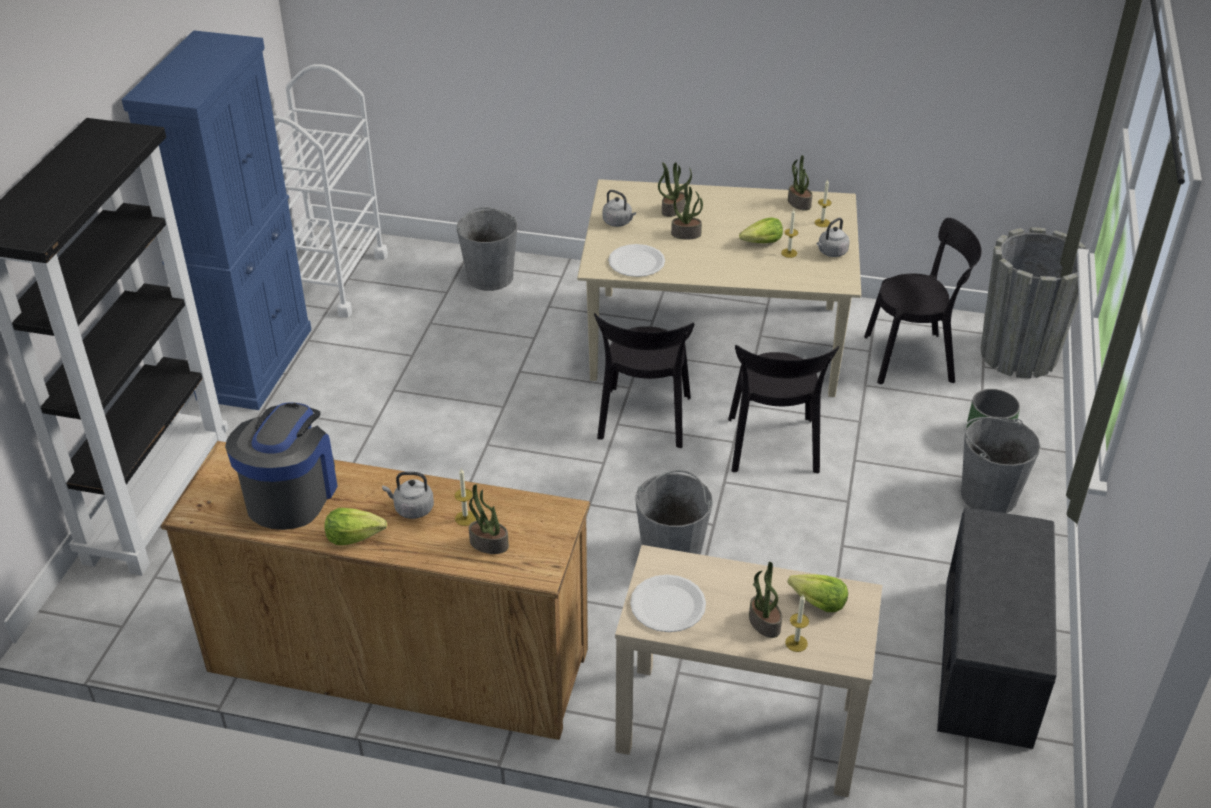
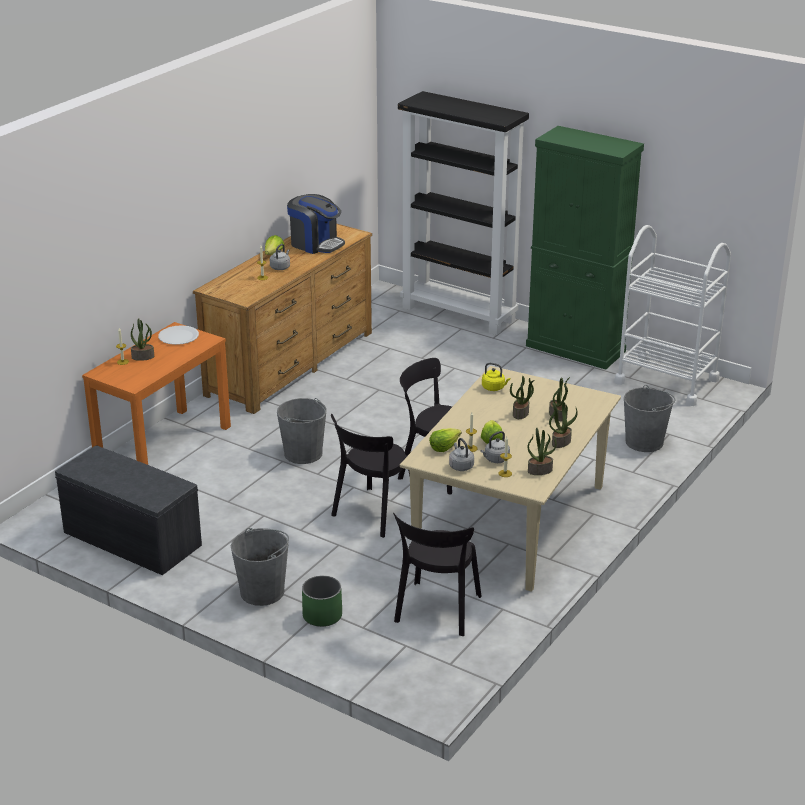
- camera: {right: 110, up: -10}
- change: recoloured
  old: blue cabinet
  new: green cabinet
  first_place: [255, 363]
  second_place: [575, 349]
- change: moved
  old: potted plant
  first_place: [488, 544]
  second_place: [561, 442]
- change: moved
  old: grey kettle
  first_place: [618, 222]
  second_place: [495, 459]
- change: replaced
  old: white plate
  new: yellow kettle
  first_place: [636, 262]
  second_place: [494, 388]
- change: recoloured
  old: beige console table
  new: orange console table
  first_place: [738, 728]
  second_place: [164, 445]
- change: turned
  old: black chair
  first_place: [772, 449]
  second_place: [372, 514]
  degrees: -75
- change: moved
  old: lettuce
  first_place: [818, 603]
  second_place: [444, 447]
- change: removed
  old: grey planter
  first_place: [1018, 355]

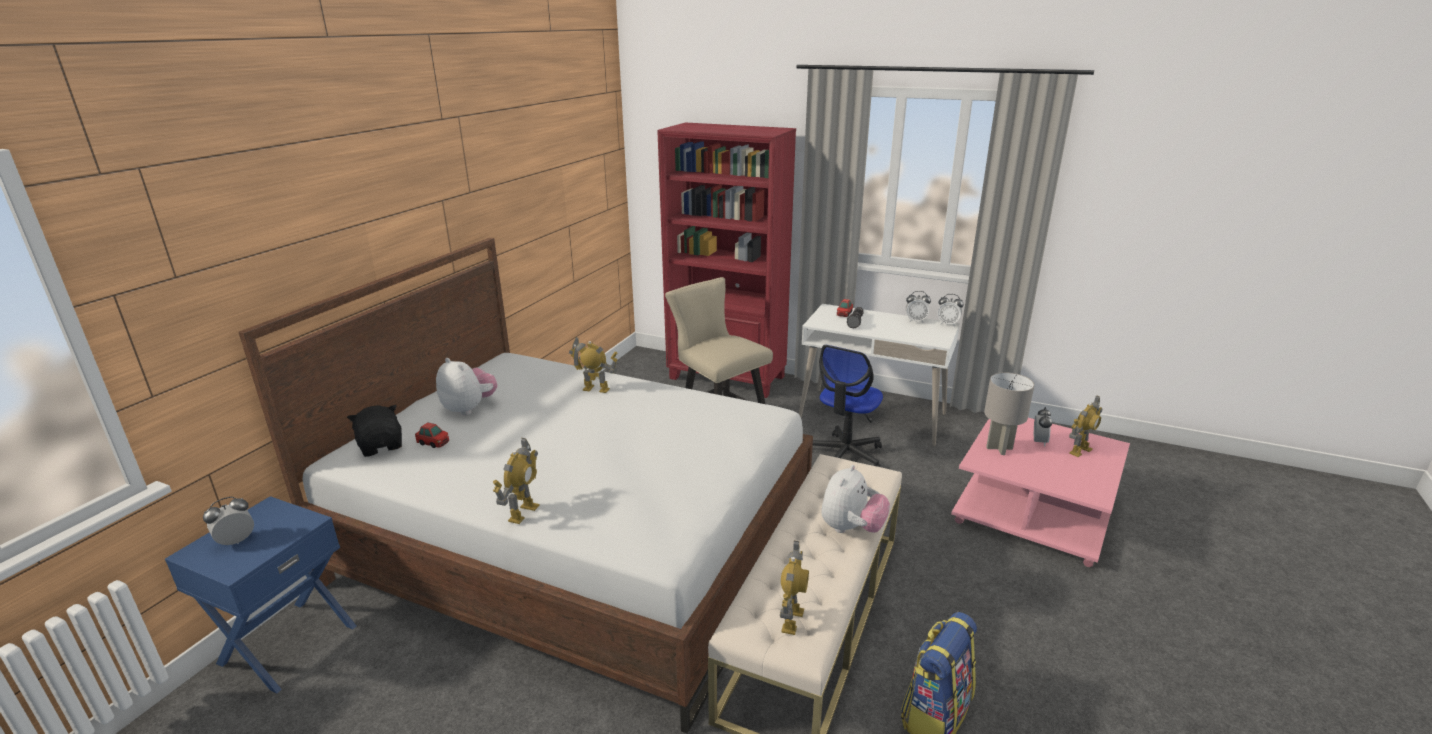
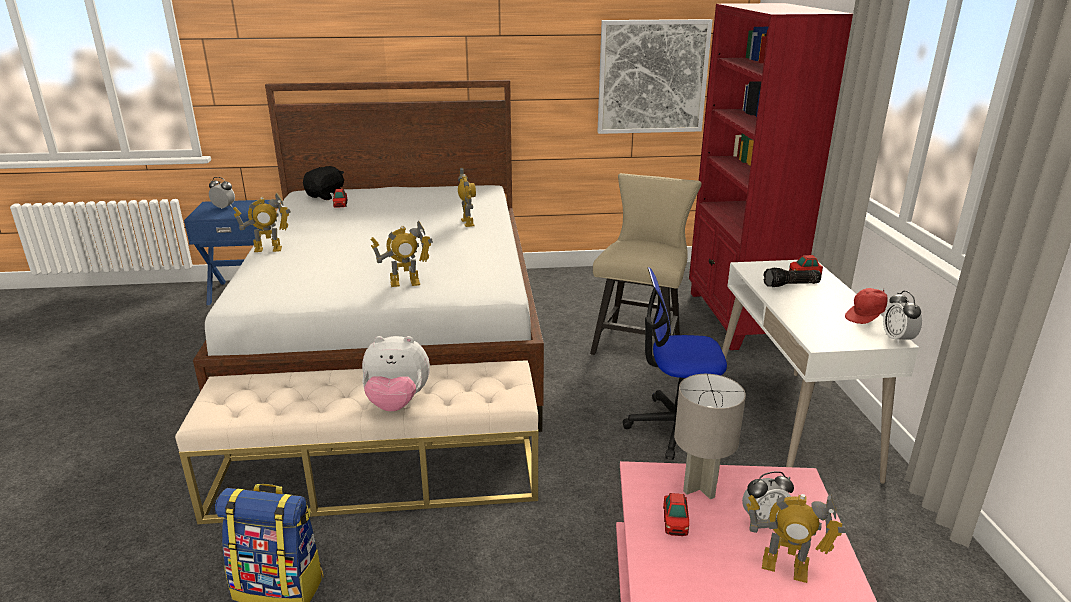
- camera: {right: 60, up: 0}
- change: removed
  old: plush toy
  first_place: [469, 408]
- change: moved
  old: toy robot
  first_place: [791, 620]
  second_place: [405, 283]
- change: replaced
  old: alarm clock
  new: red cap
  first_place: [916, 321]
  second_place: [866, 317]
- change: added
  new: picture
  second_place: [652, 77]
- change: added
  new: toy car
  second_place: [675, 523]

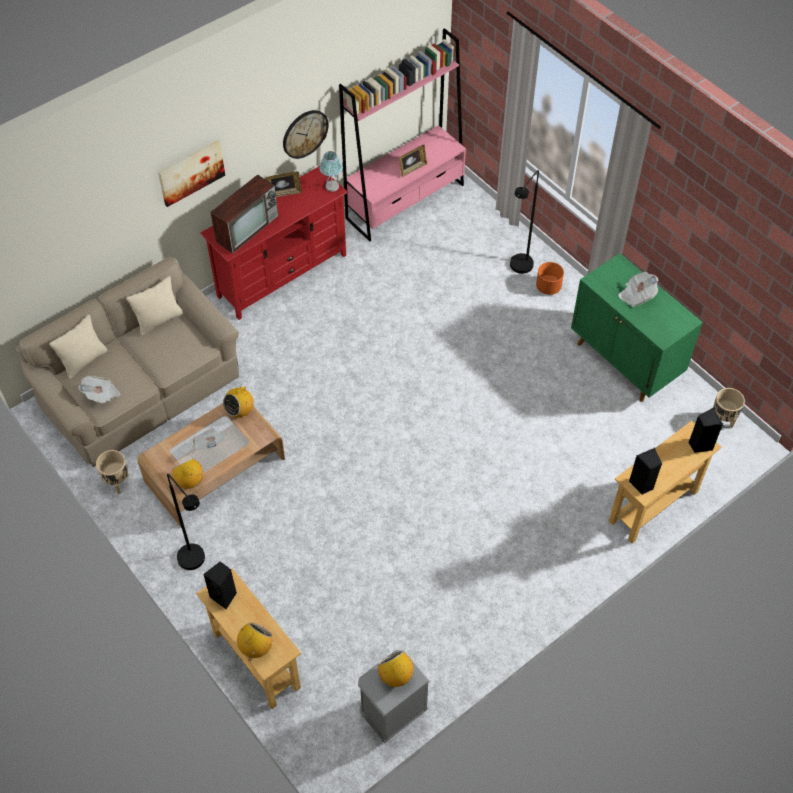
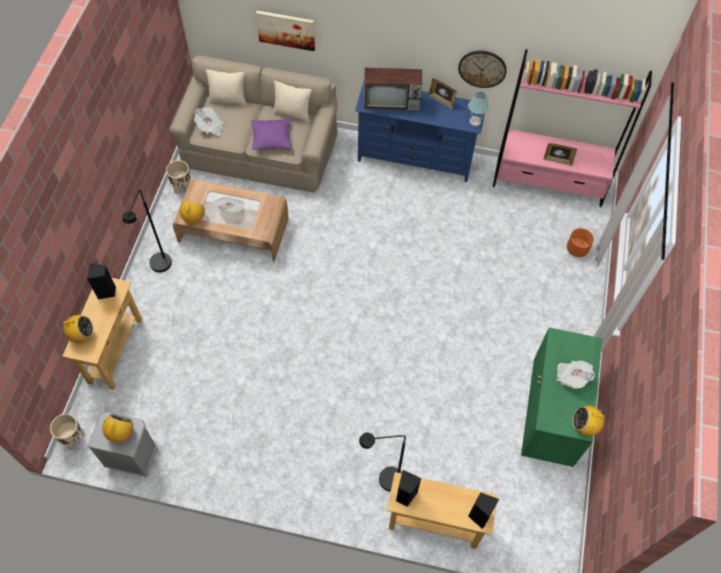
- camera: {right: 50, up: 5}
- change: moved
  old: picture
  first_place: [191, 172]
  second_place: [286, 29]
- change: recoloured
  old: red tv stand
  new: blue tv stand
  first_place: [282, 275]
  second_place: [415, 158]
- change: moved
  old: radio
  first_place: [240, 411]
  second_place: [584, 426]
- change: moved
  old: black floor lamp
  first_place: [519, 269]
  second_place: [384, 481]
- change: moved
  old: orange planter
  first_place: [548, 287]
  second_place: [577, 249]
- change: moved
  old: beige planter
  first_place: [721, 421]
  second_place: [73, 438]
- change: added
  new: purple pillow
  second_place: [271, 138]

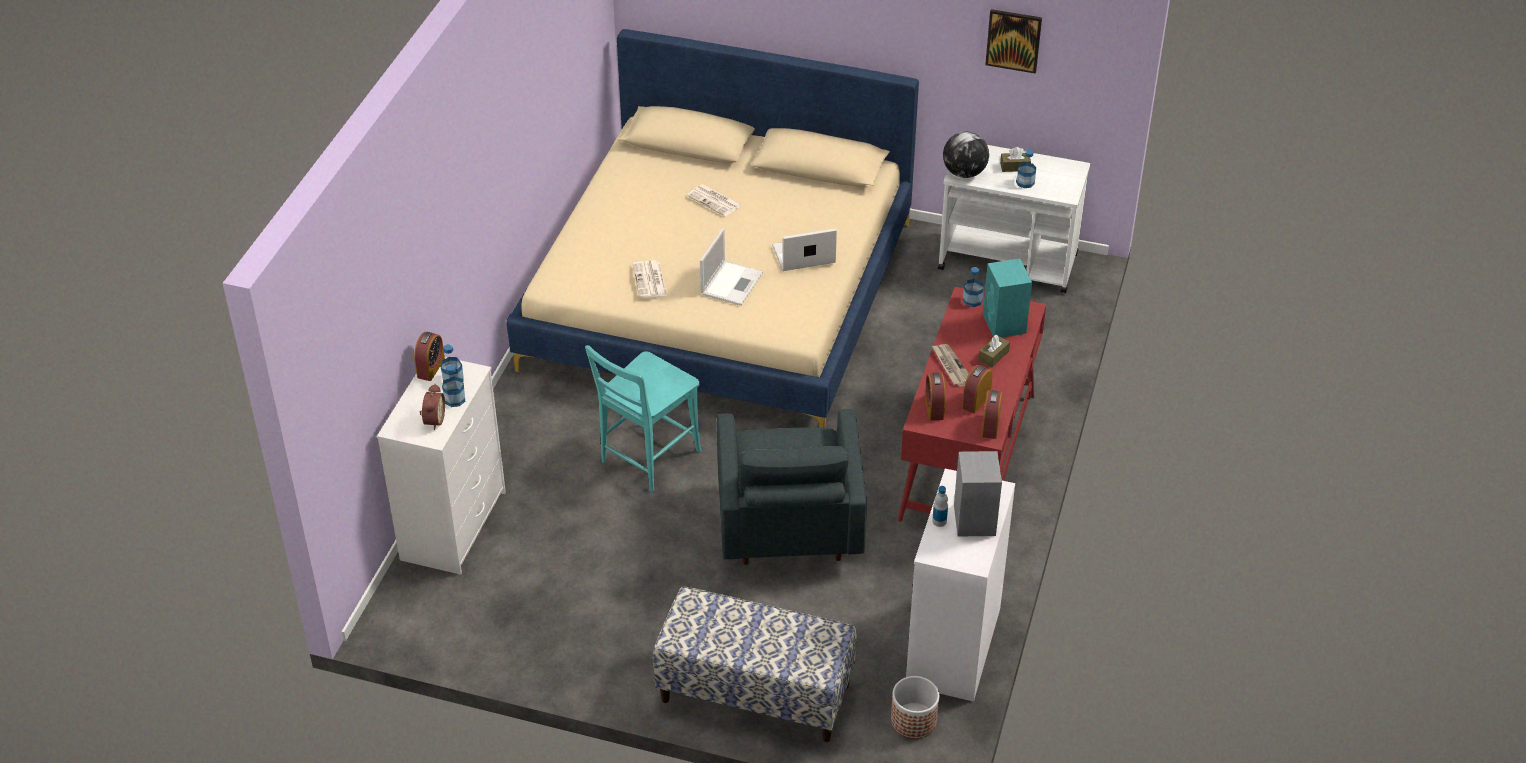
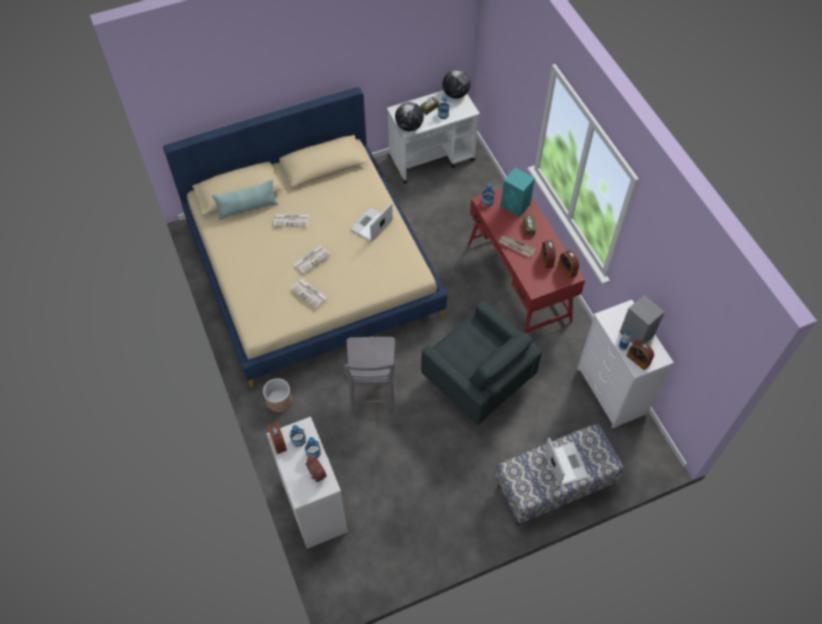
- camera: {right: -40, up: 15}
- change: recoloured
  old: turquoise chair
  new: grey chair
  first_place: [647, 459]
  second_place: [372, 391]
- change: moved
  old: laptop
  first_place: [732, 283]
  second_place: [565, 463]
- change: moved
  old: planter
  first_place: [913, 720]
  second_place: [279, 400]
- change: moved
  old: alarm clock
  first_place: [934, 408]
  second_place: [638, 360]
- change: removed
  old: picture
  first_place: [1013, 40]
- change: added
  new: pillow
  second_place: [247, 208]
- change: added
  new: newspaper
  second_place: [311, 259]
- change: added
  new: globe
  second_place: [455, 94]

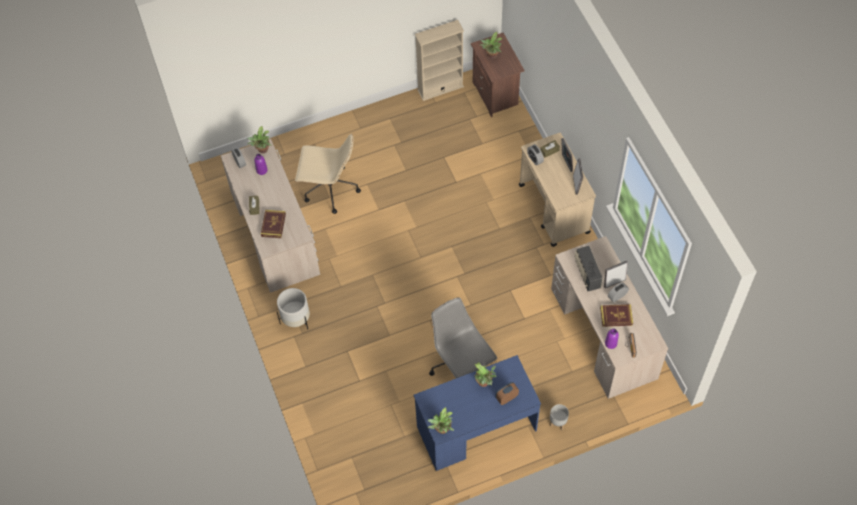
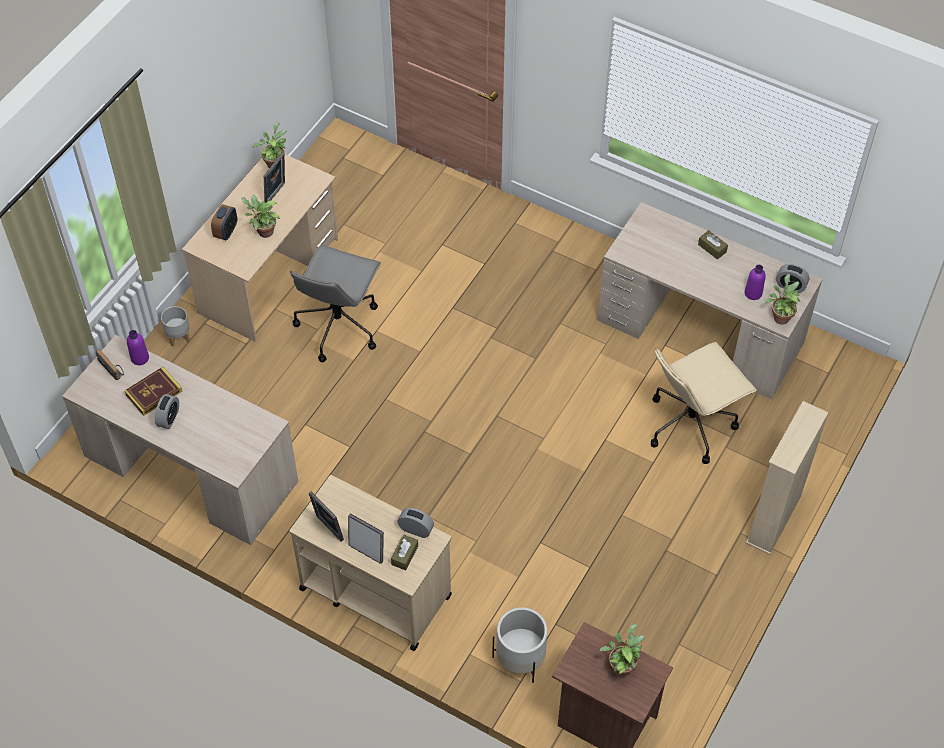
- camera: {right: 140, up: -5}
- change: removed
  old: book
  first_place: [273, 225]
- change: moved
  old: white planter
  first_place: [296, 319]
  second_place: [520, 659]
- change: recoloured
  old: blue desk
  new: beige desk
  first_place: [476, 429]
  second_place: [269, 276]
- change: moved
  old: beige bookcase
  first_place: [440, 88]
  second_place: [774, 519]
- change: turned
  old: grey office chair
  first_place: [461, 366]
  second_place: [338, 326]
  degrees: 90
- change: removed
  old: radio
  first_place: [587, 274]
- change: moved
  old: picture frame
  first_place: [614, 282]
  second_place: [276, 194]

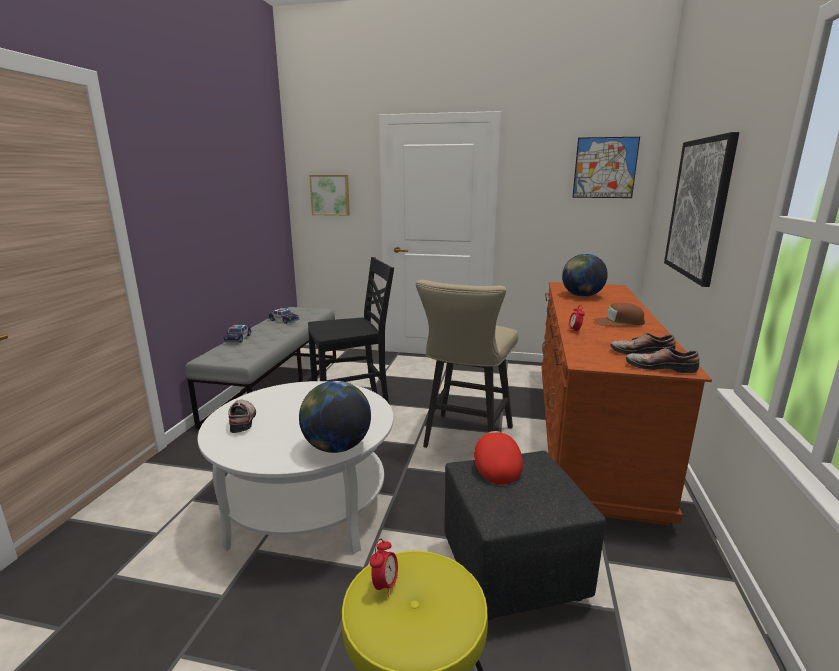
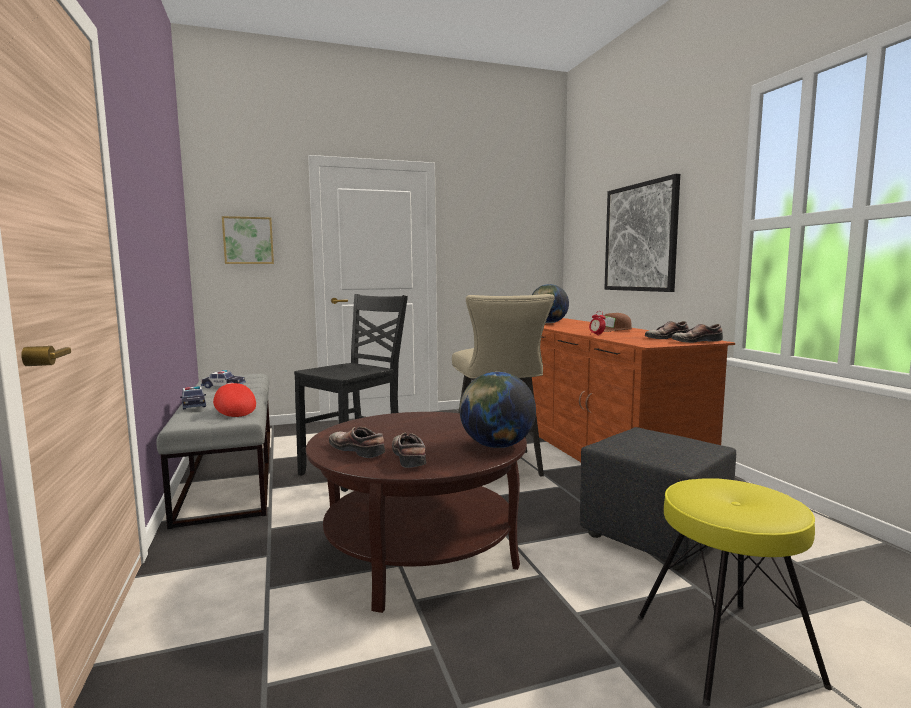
- camera: {right: -30, up: -10}
- change: recoloured
  old: white coffee table
  new: brown coffee table
  first_place: [307, 507]
  second_place: [419, 552]
- change: removed
  old: alarm clock
  first_place: [385, 585]
- change: moved
  old: red cap
  first_place: [495, 467]
  second_place: [233, 412]
- change: removed
  old: picture
  first_place: [605, 168]
- change: added
  new: shoe
  second_place: [411, 457]

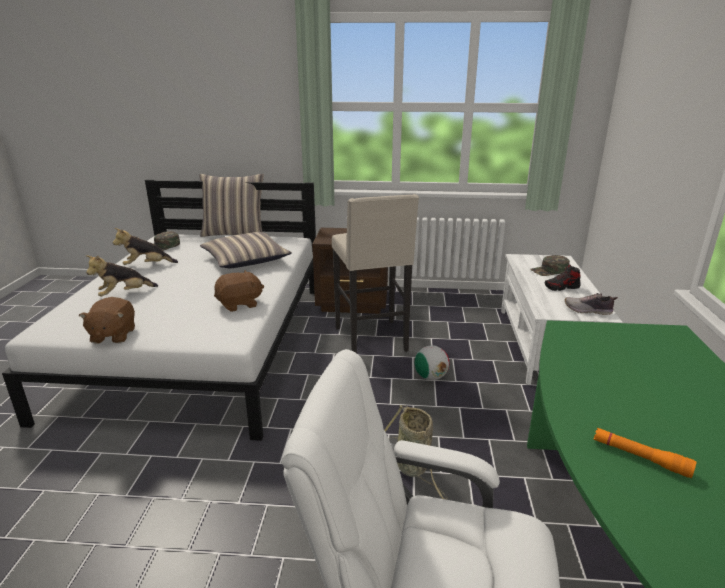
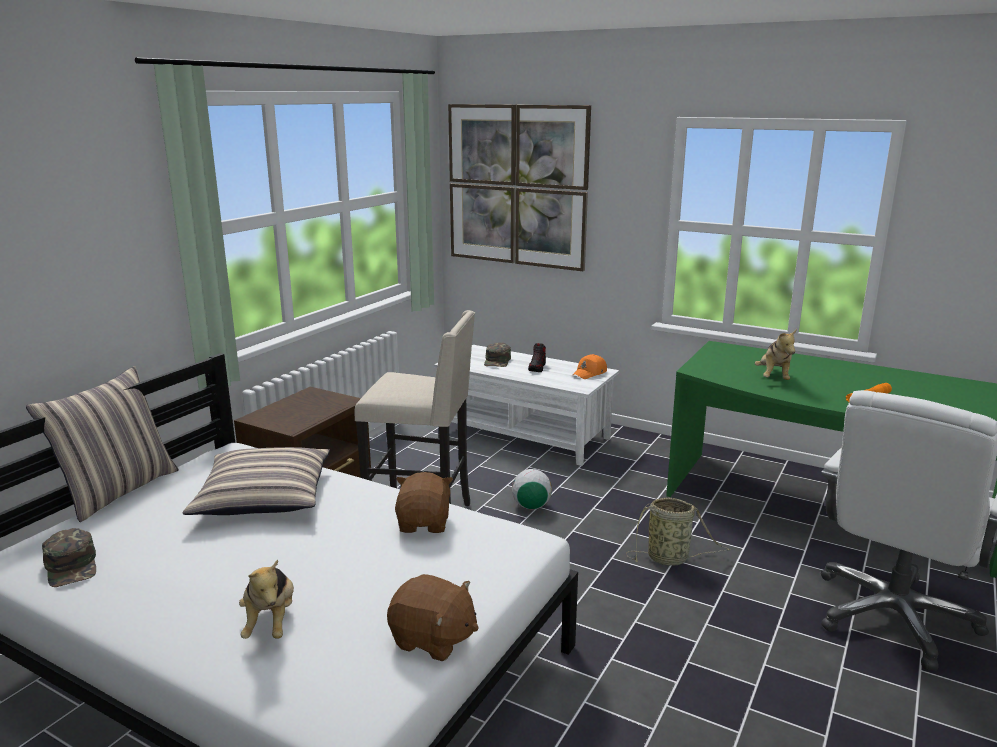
- camera: {right: -65, up: -5}
- change: moved
  old: plush toy
  first_place: [147, 266]
  second_place: [773, 377]
- change: replaced
  old: shoe
  new: orange cap
  first_place: [588, 310]
  second_place: [590, 373]
- change: added
  new: picture
  second_place: [517, 186]

